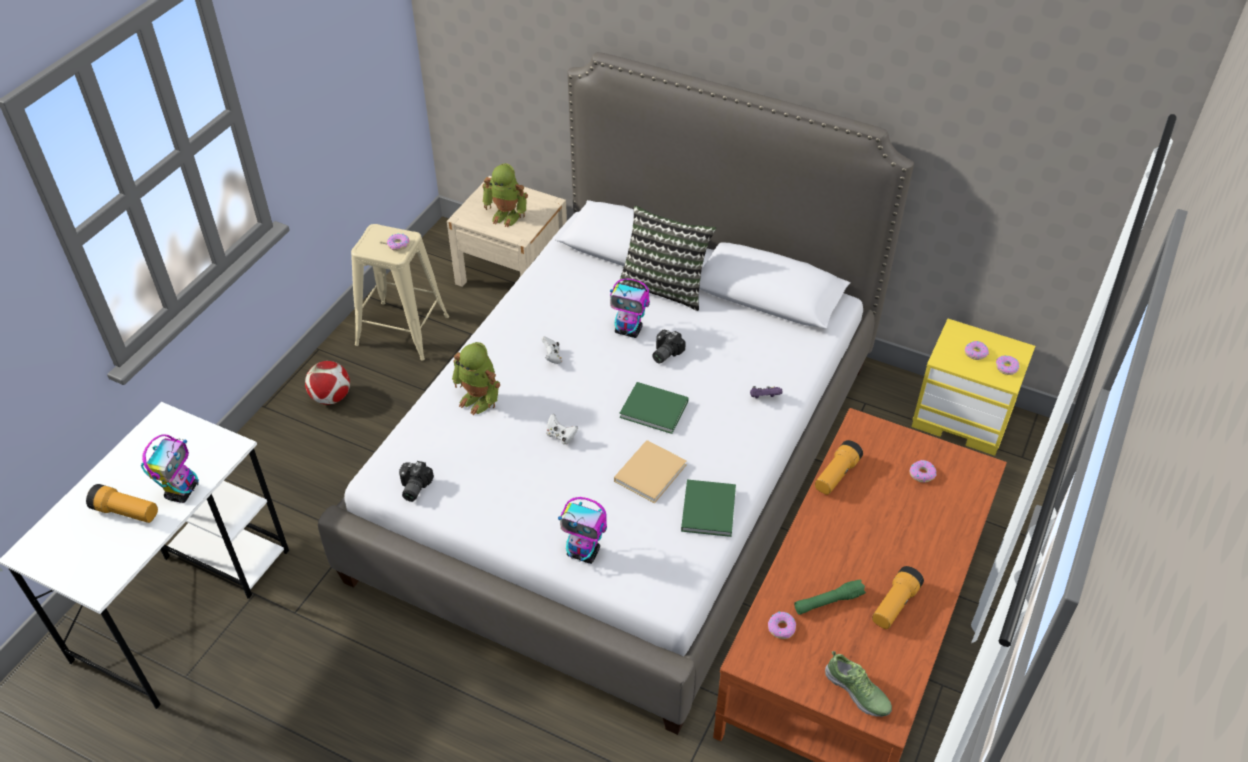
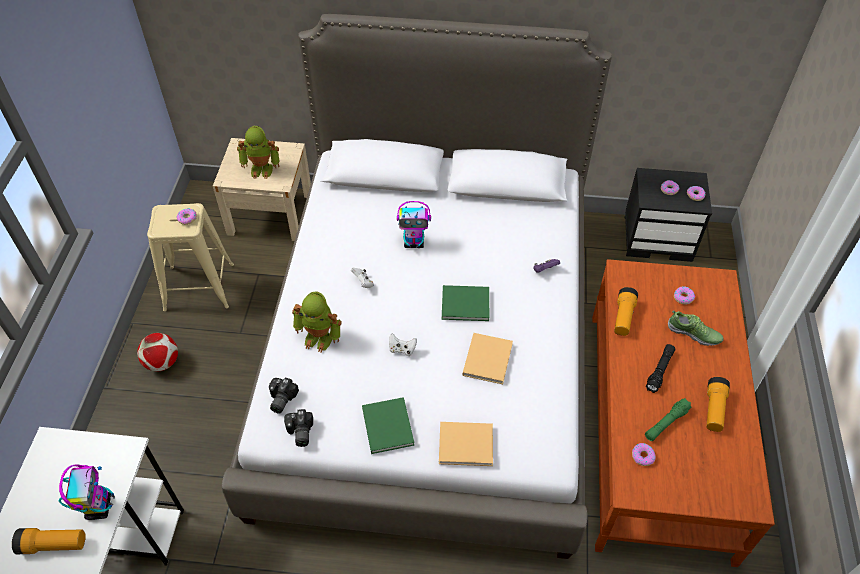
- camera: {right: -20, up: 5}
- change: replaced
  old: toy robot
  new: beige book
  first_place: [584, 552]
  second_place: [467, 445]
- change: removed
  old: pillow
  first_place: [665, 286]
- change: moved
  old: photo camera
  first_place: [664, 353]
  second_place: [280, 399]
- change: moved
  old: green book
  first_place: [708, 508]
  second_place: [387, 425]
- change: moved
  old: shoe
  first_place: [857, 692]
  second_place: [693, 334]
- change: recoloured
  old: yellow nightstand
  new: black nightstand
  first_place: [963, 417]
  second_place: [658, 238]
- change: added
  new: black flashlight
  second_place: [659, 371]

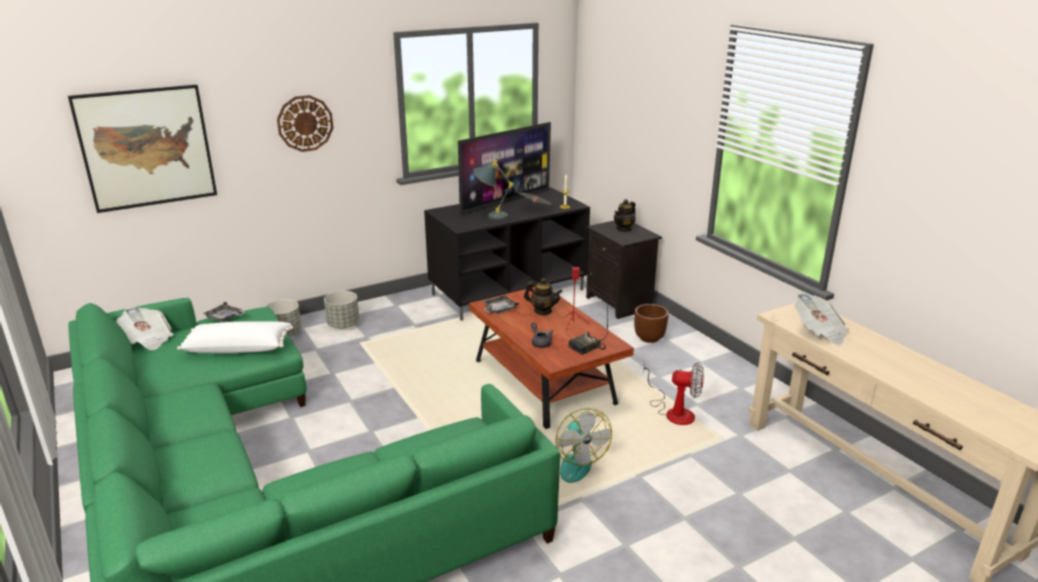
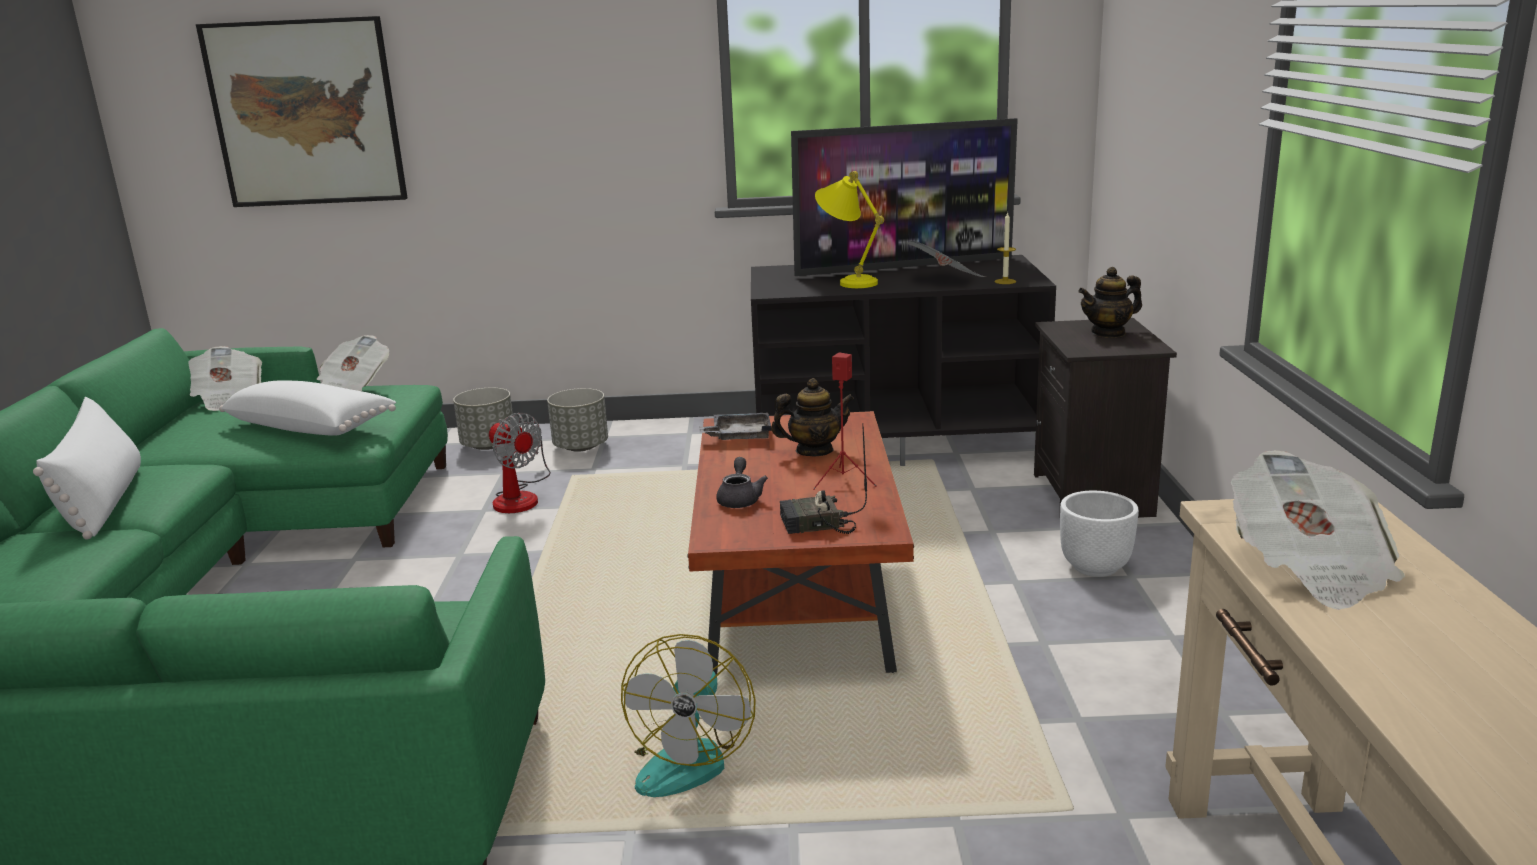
- camera: {right: 30, up: -5}
- change: replaced
  old: grey tray
  new: newspaper
  first_place: [225, 318]
  second_place: [352, 388]
- change: removed
  old: wall clock
  first_place: [305, 123]
- change: recoloured
  old: grey table lamp
  new: yellow table lamp
  first_place: [490, 215]
  second_place: [847, 282]
- change: turned
  old: teapot
  first_place: [542, 311]
  second_place: [814, 451]
  degrees: -60
- change: recoloured
  old: brown planter
  new: white planter
  first_place: [648, 338]
  second_place: [1094, 567]
- change: moved
  old: fan
  first_place: [673, 411]
  second_place: [520, 496]
- change: added
  new: white pillow
  second_place: [104, 502]

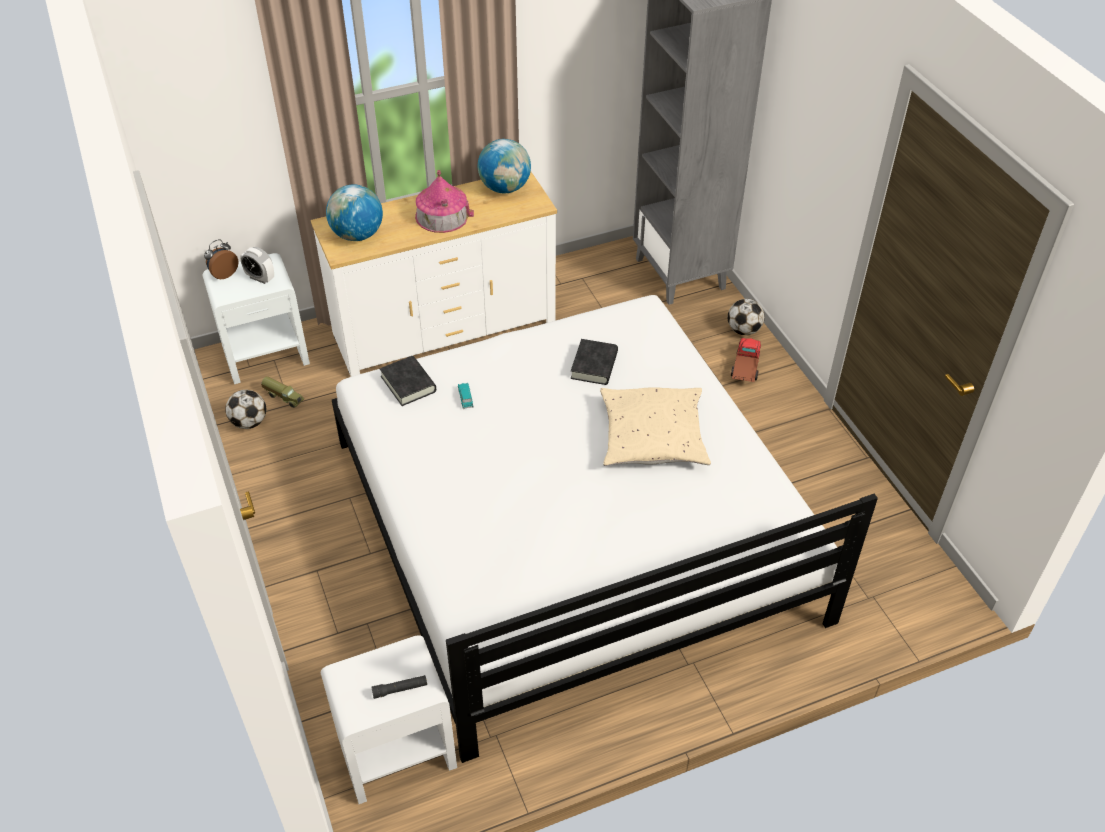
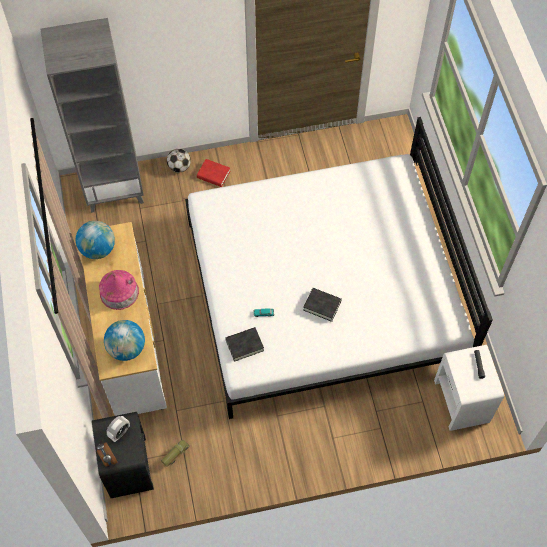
- camera: {right: -80, up: 15}
- change: recoloured
  old: white nightstand
  new: black nightstand
  first_place: [266, 355]
  second_place: [128, 466]
- change: removed
  old: football
  first_place: [249, 422]
- change: moved
  old: black book
  first_place: [594, 365]
  second_place: [322, 305]
- change: removed
  old: beige pillow
  first_place: [653, 436]
- change: replaced
  old: toy truck
  new: red book
  first_place: [745, 368]
  second_place: [213, 175]

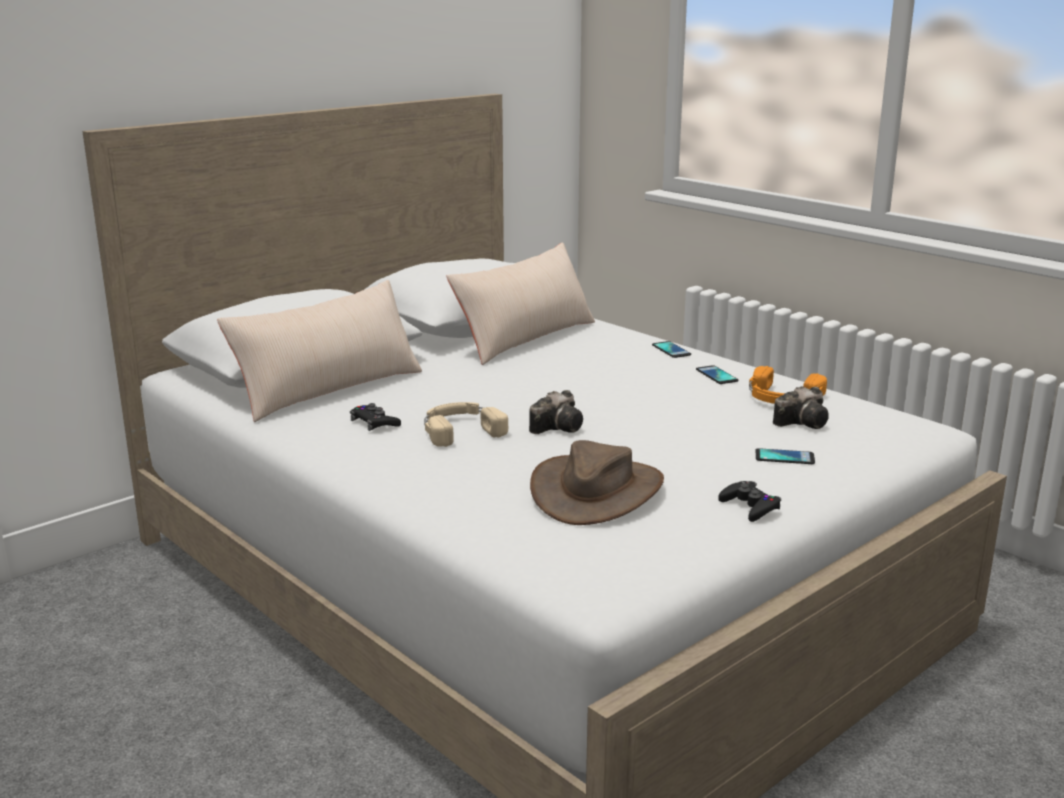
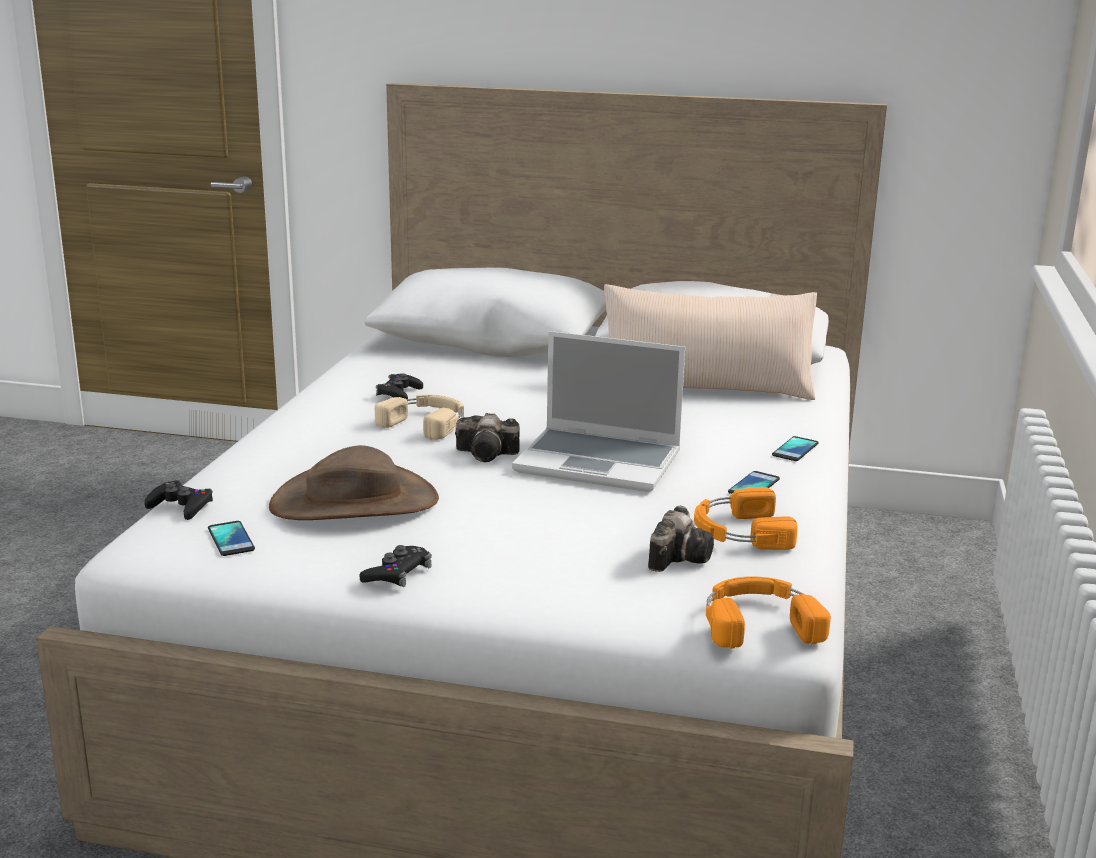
- camera: {right: 55, up: 0}
- change: removed
  old: beige pillow
  first_place: [328, 389]
- change: moved
  old: phone
  first_place: [784, 457]
  second_place: [231, 539]
- change: turned
  old: photo camera
  first_place: [804, 422]
  second_place: [679, 557]
  degrees: -90
- change: added
  new: black game controller
  second_place: [181, 506]
- change: added
  new: laptop
  second_place: [600, 462]
- change: added
  new: orange headphones
  second_place: [758, 621]

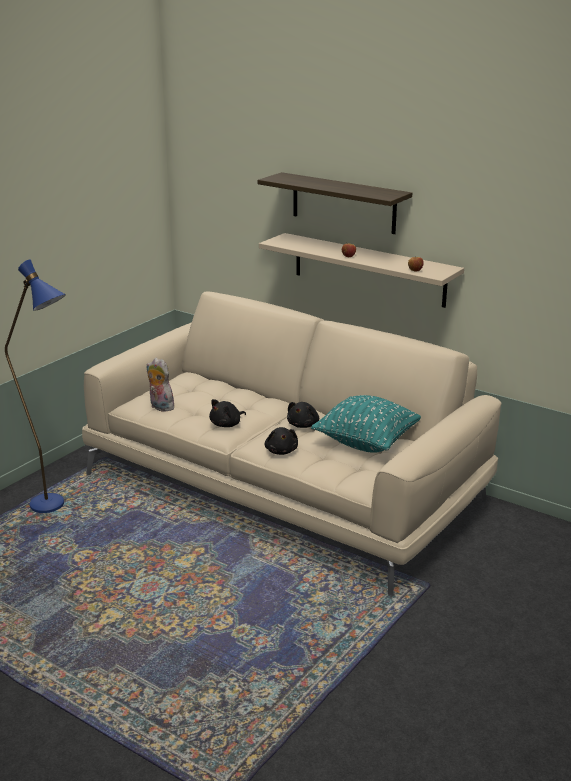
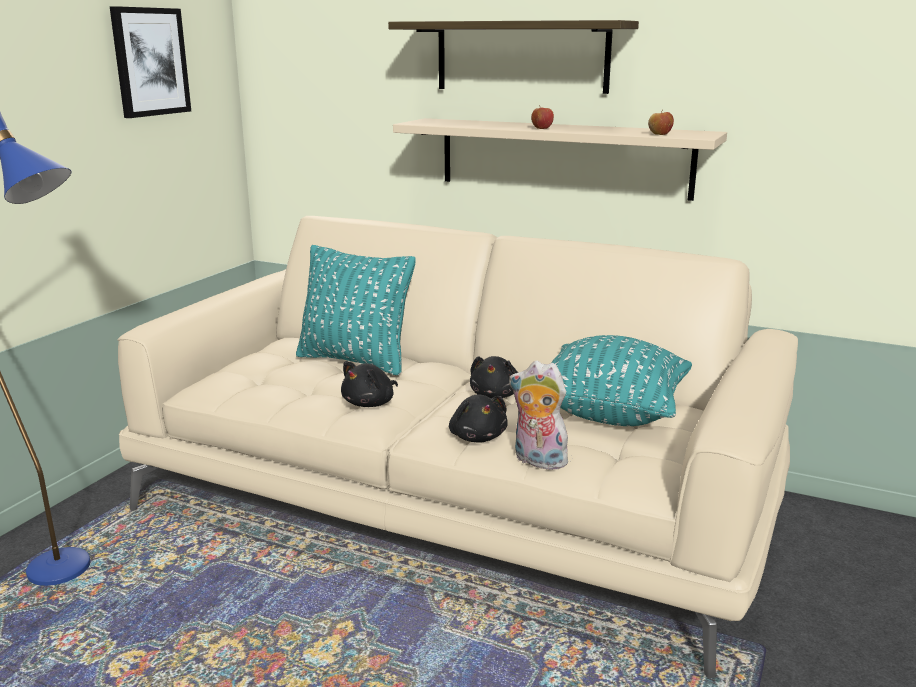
- camera: {right: -10, up: -5}
- change: moved
  old: plush toy
  first_place: [160, 407]
  second_place: [537, 461]
- change: added
  new: picture
  second_place: [150, 62]
- change: added
  new: turquoise pillow
  second_place: [355, 360]

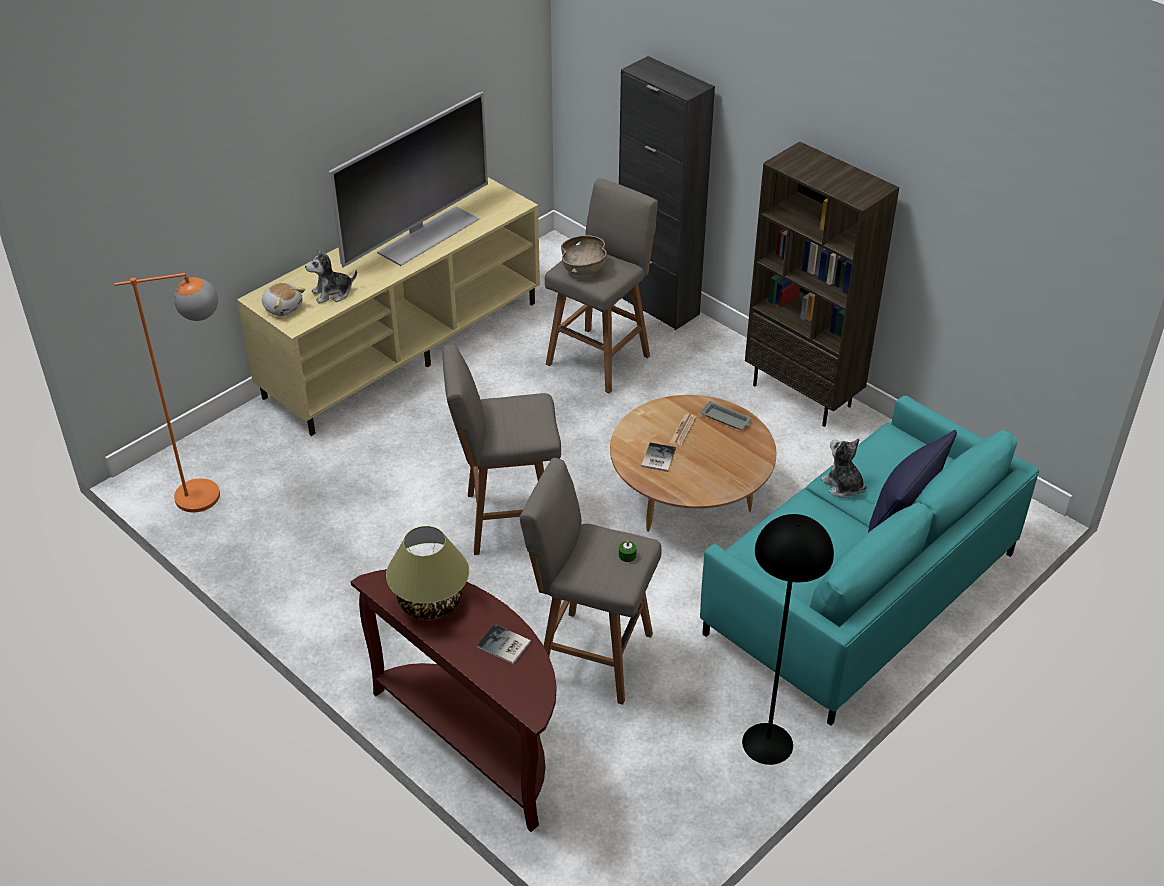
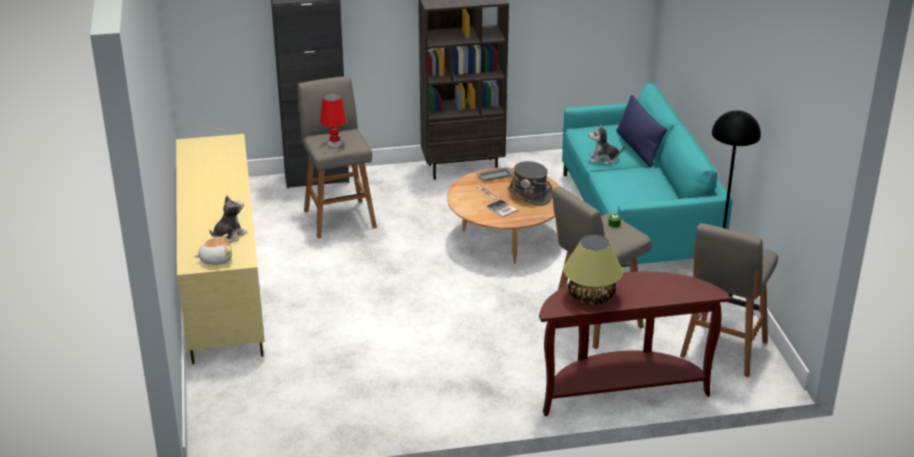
- camera: {right: -55, up: -10}
- change: removed
  old: orange floor lamp
  first_place: [214, 493]
- change: turned
  old: plush toy
  first_place: [332, 293]
  second_place: [229, 235]
  degrees: -150
- change: removed
  old: television
  first_place: [427, 235]
- change: moved
  old: grey stool
  first_place: [506, 520]
  second_place: [722, 351]
- change: removed
  old: book
  first_place: [504, 646]
- change: replaced
  old: brown bowl
  new: red table lamp
  first_place: [584, 268]
  second_place: [334, 144]
- change: added
  new: grey hat
  second_place: [530, 194]

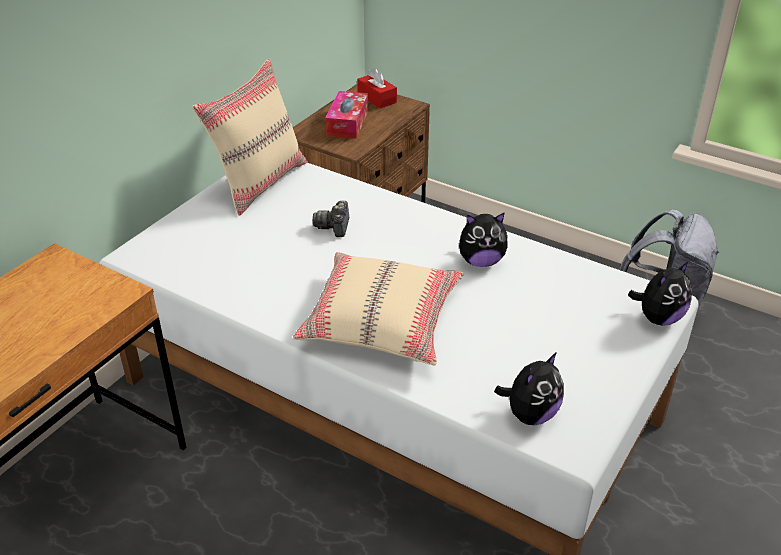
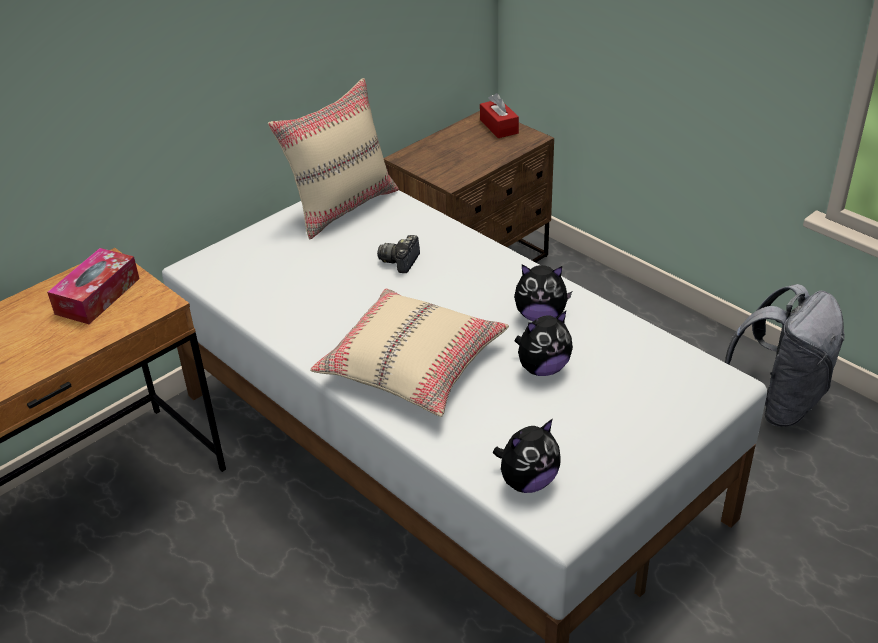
- camera: {right: 15, up: 0}
- change: moved
  old: tissue box
  first_place: [347, 123]
  second_place: [97, 296]
- change: moved
  old: plush toy
  first_place: [658, 318]
  second_place: [542, 368]

